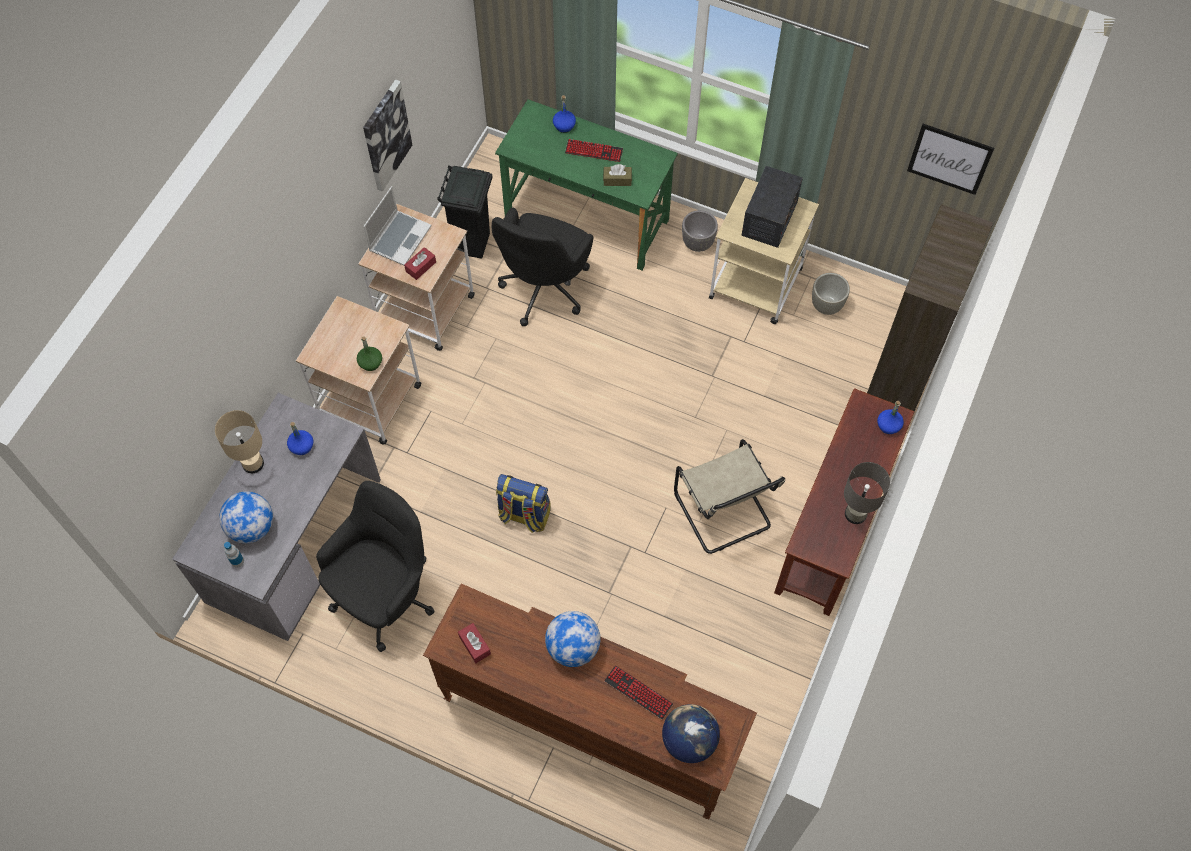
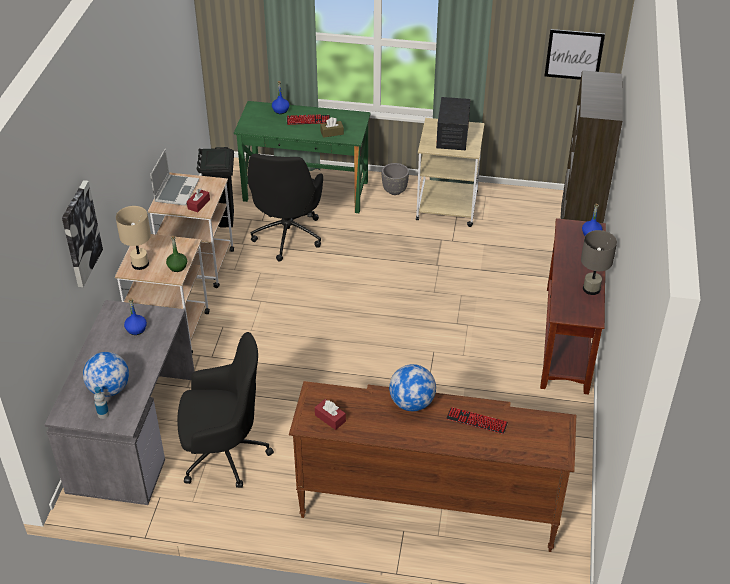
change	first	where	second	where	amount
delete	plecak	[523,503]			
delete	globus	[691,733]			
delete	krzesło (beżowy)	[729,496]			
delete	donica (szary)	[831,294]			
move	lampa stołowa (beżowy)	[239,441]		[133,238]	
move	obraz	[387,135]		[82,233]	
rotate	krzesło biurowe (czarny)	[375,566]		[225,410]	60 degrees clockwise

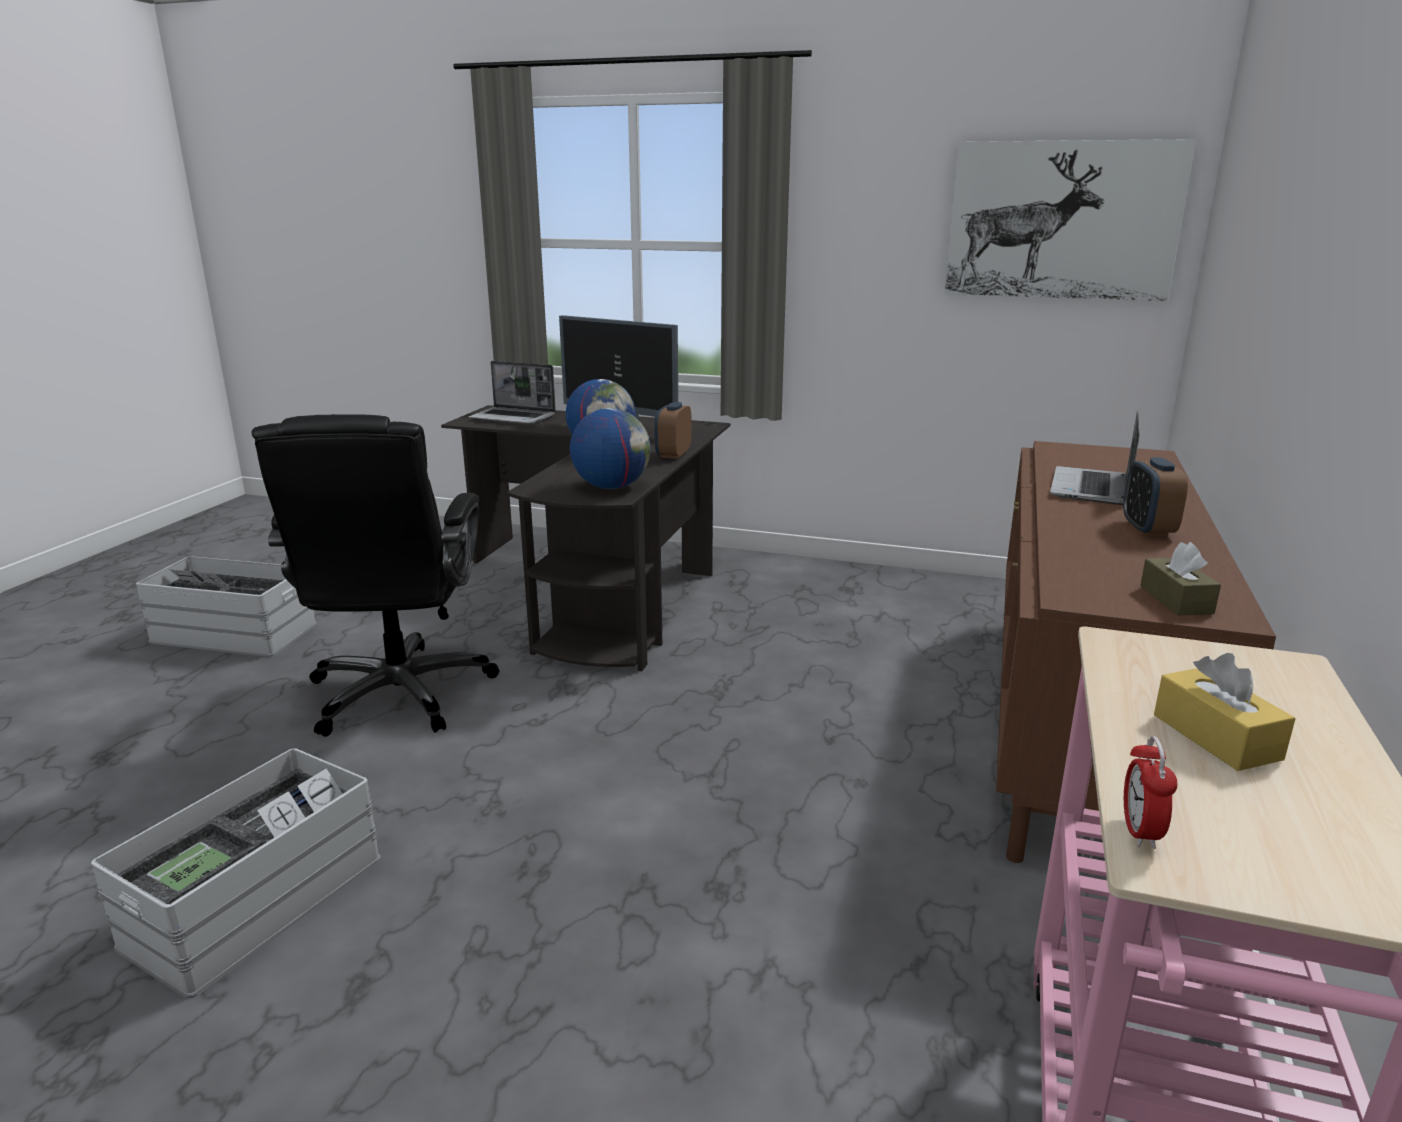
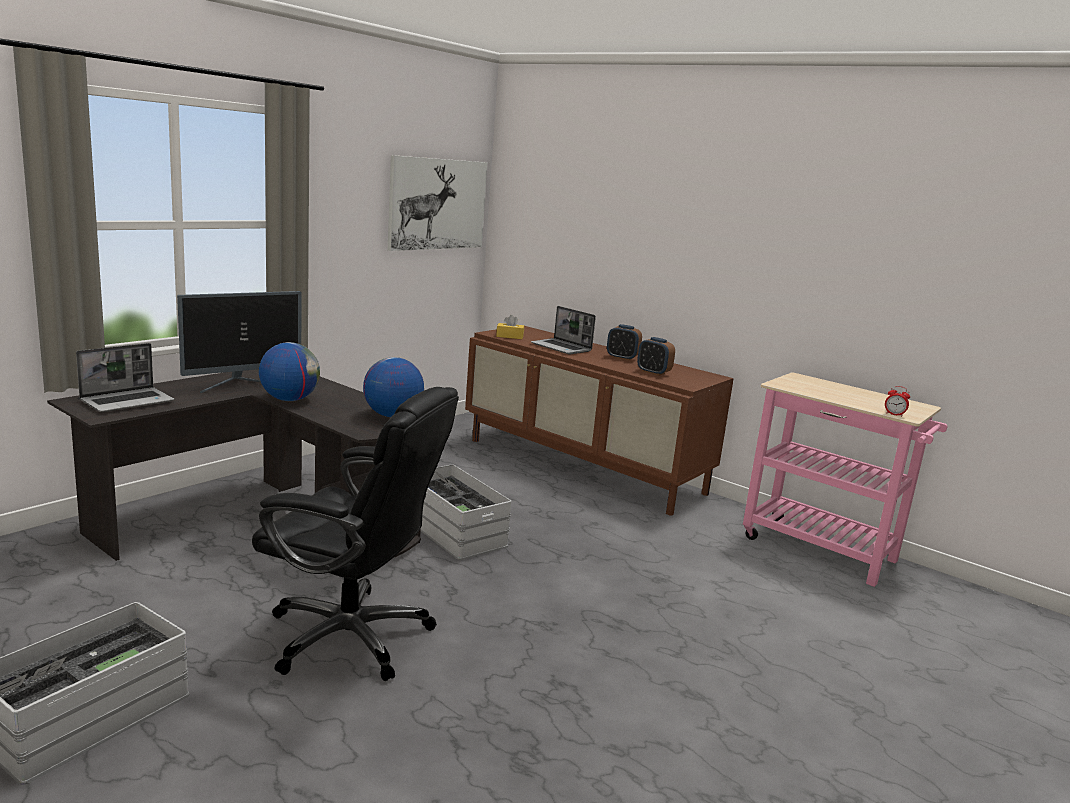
change	first	where	second	where	amount
delete	pudełko chusteczek (brązowy)	[1180,579]			
move	pojemnik do przechowywania (szary)	[236,873]		[466,512]	
move	budzik	[673,430]		[656,356]	
move	pudełko chusteczek (żółty)	[1224,712]		[510,327]	

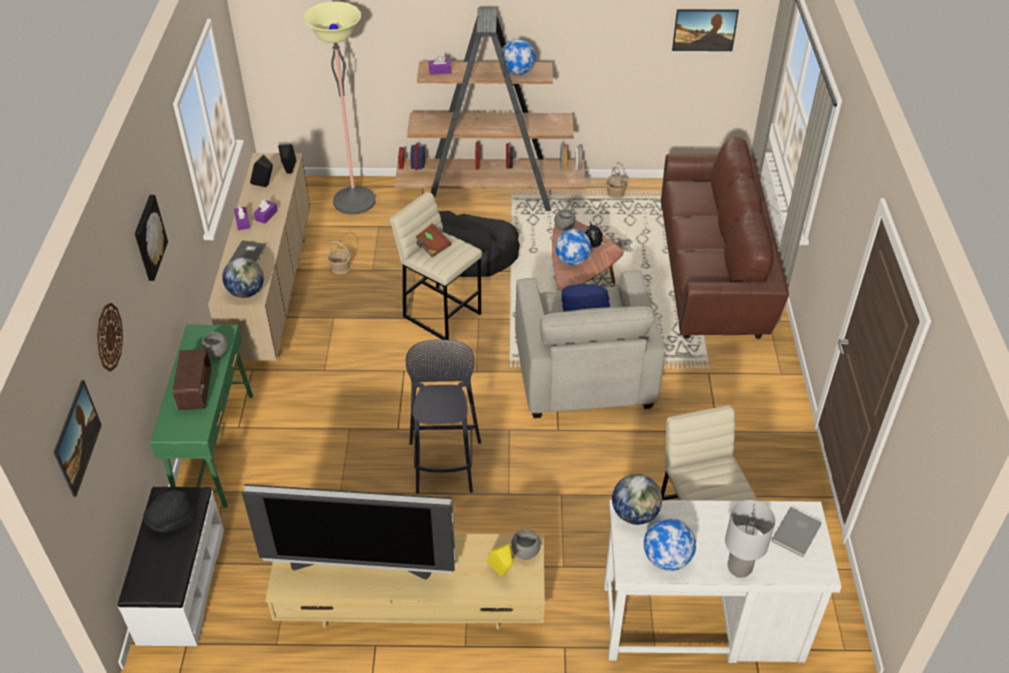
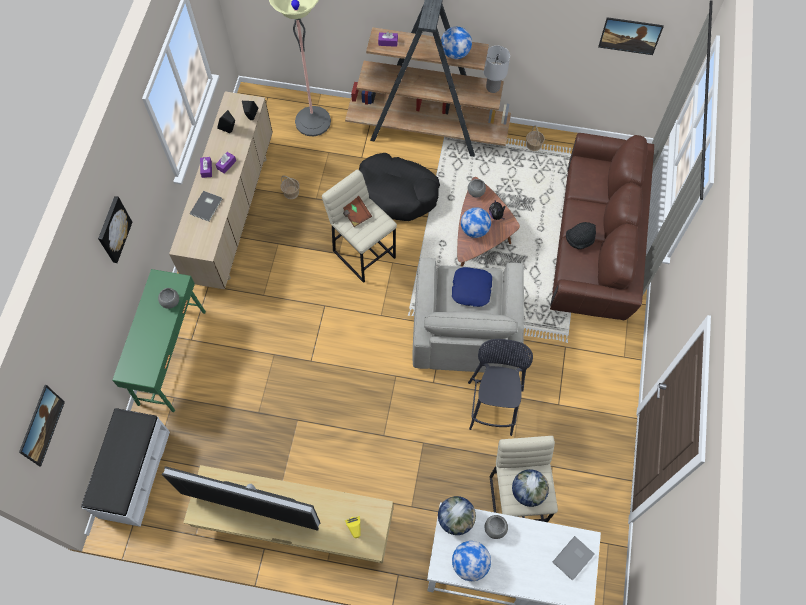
change	first	where	second	where	amount
delete	zegar ścienny	[110,337]			
delete	radio	[192,379]			
move	kapelusz (czarny)	[169,511]		[581,235]	
move	globus	[243,277]		[530,488]	
move	stołek (szary)	[443,417]		[500,387]	
move	miska (szary)	[526,544]		[496,527]	
move	lampa stołowa (szary)	[750,539]		[496,69]	

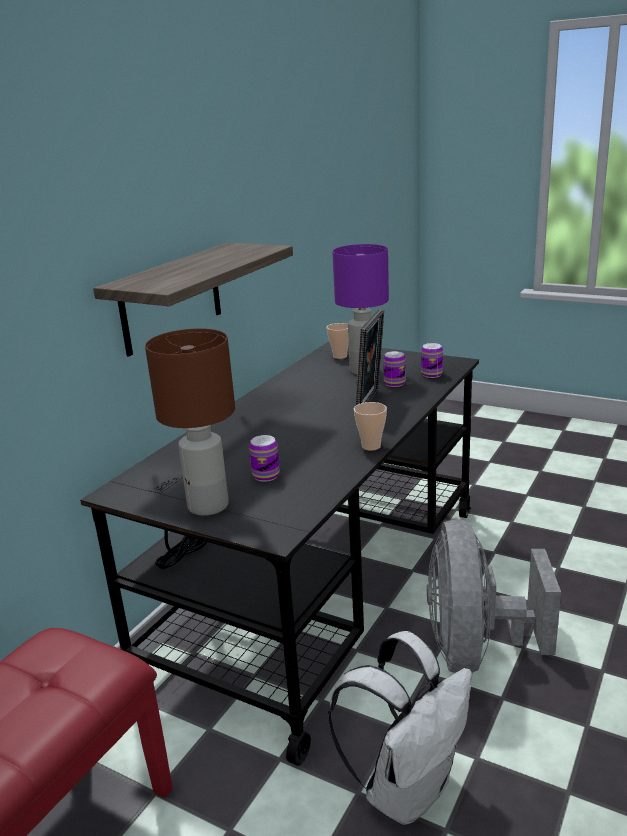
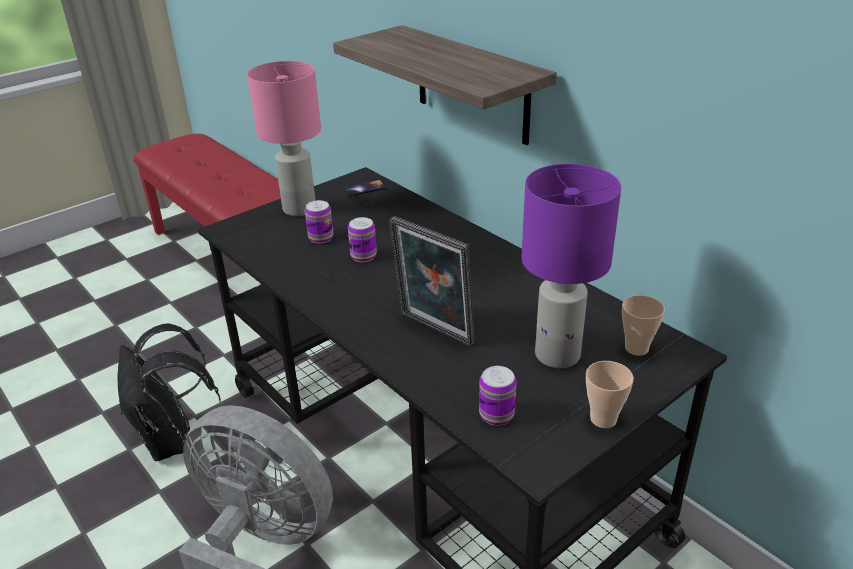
change	first	where	second	where	amount
insert			telefon	[364,188]	
move	filiżanka	[370,426]		[610,394]	
move	puszka	[394,369]		[362,239]	
recolor	lampa stołowa (brązowy)	[190,422]	lampa stołowa (różowy)	[284,138]	
recolor	plecak (biały)	[400,728]	plecak (czarny)	[169,392]	

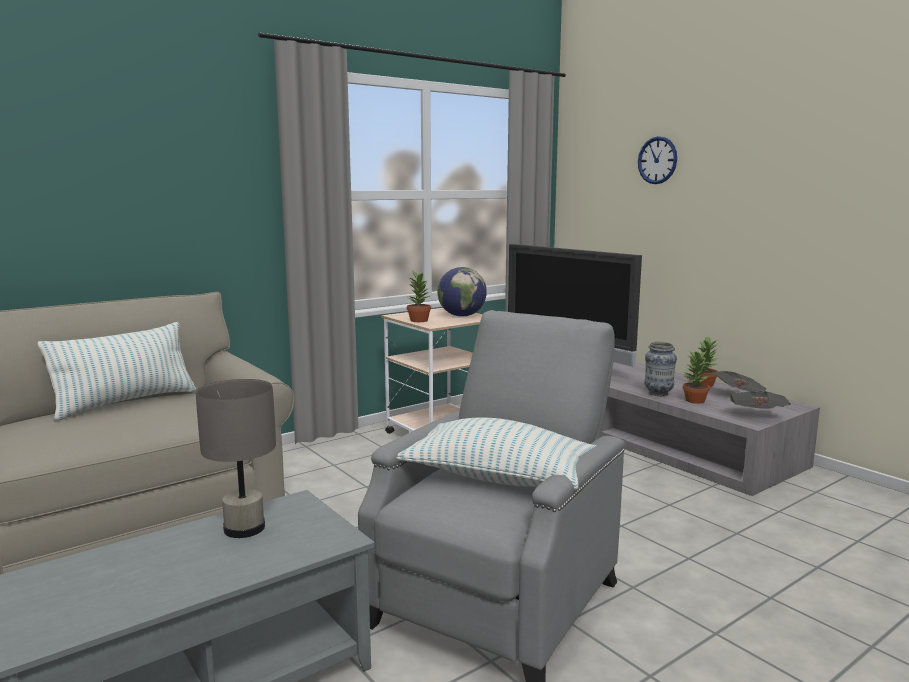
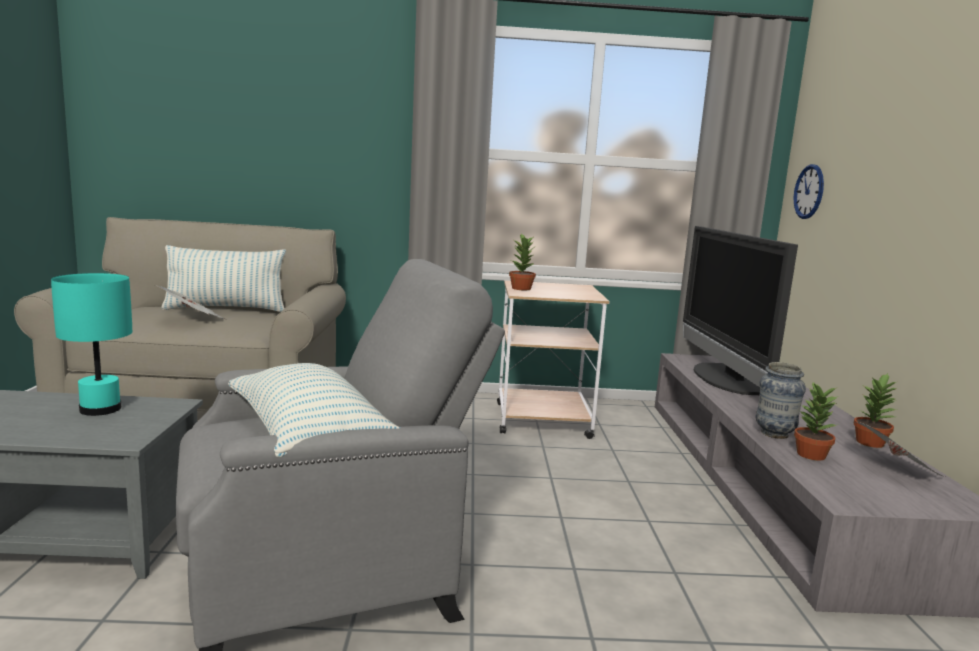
change	first	where	second	where	amount
delete	globus	[462,292]			
move	zegar ścienny	[657,160]		[808,191]	
move	gazeta	[759,400]		[190,302]	
recolor	lampa stołowa (szary)	[236,458]	lampa stołowa (turkusowy)	[91,344]	

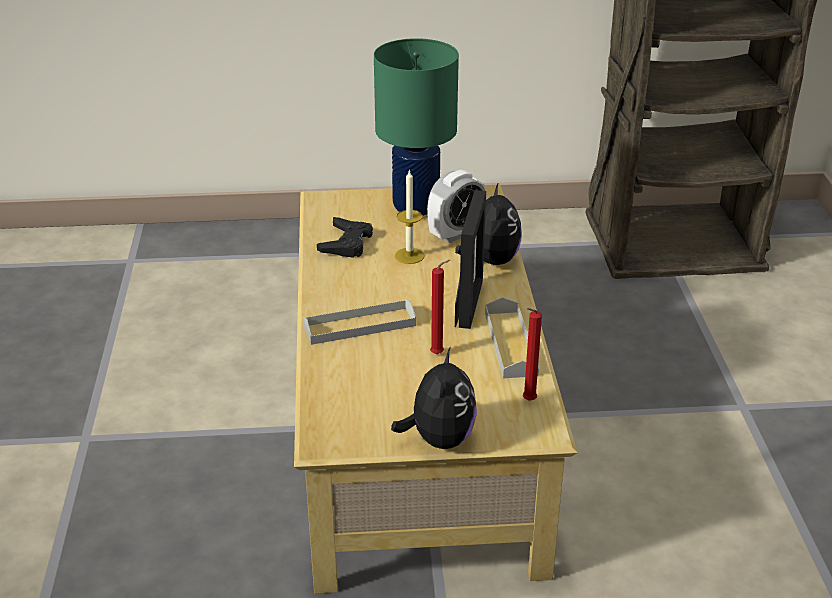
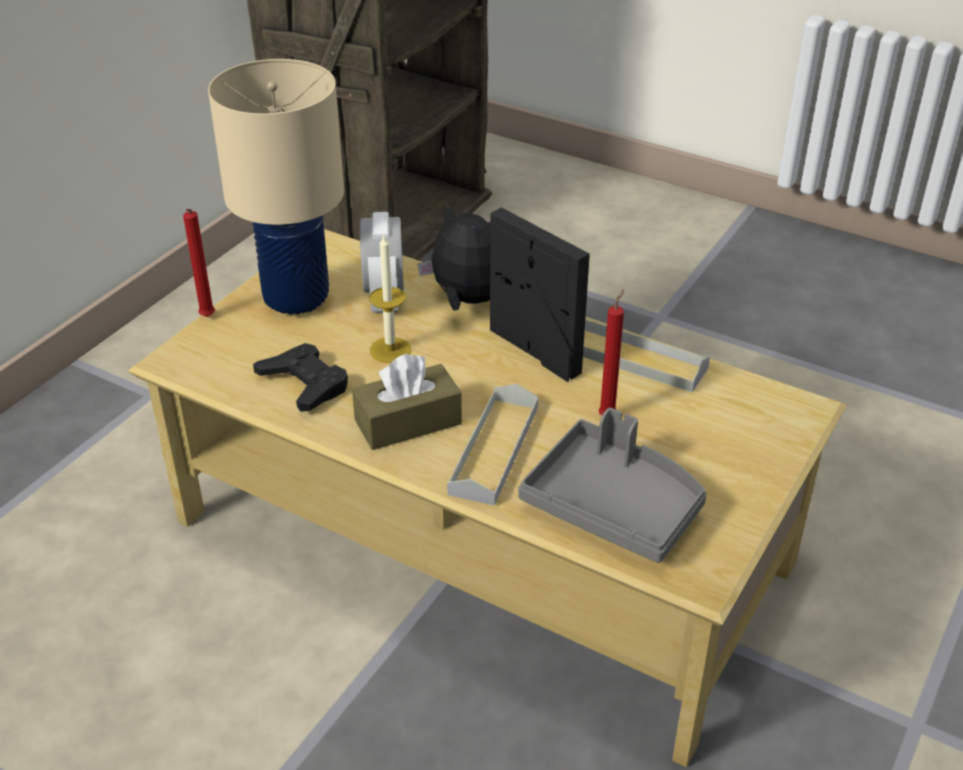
change	first	where	second	where	amount
delete	pluszak	[434,397]			
insert			pudełko chusteczek (brązowy)	[407,402]	
insert			taca (szary)	[612,485]	
move	świeca (czerwony)	[532,354]		[199,263]	
recolor	lampa stołowa (zielony)	[416,127]	lampa stołowa (beżowy)	[276,187]	

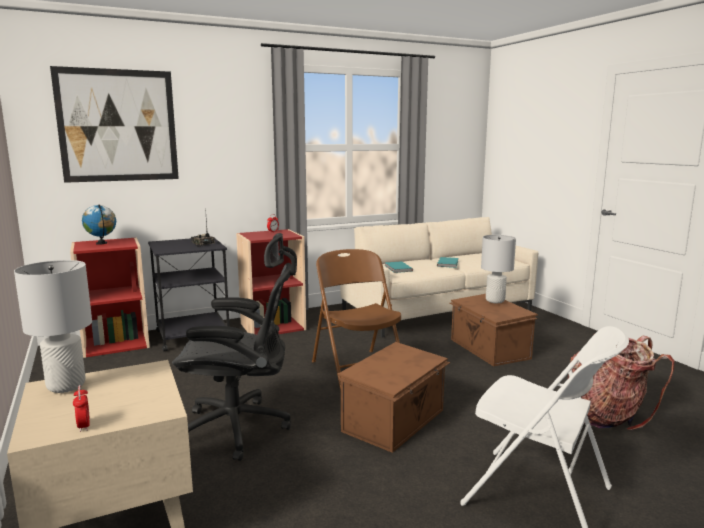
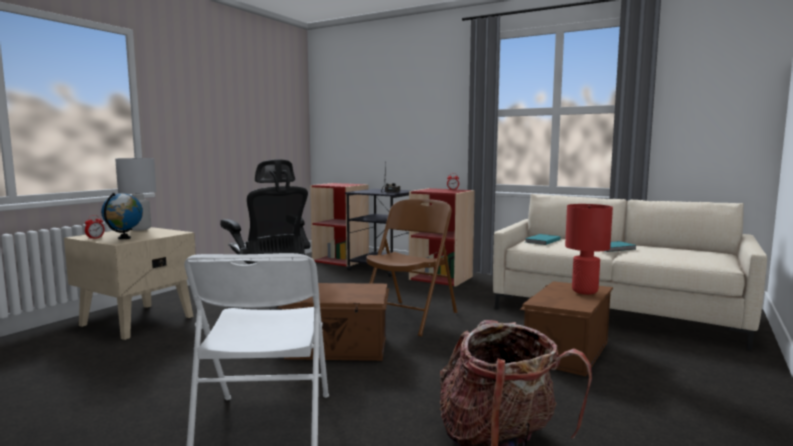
change	first	where	second	where	amount
delete	obraz	[114,124]			
move	globus	[99,225]		[122,216]	
recolor	lampa stołowa (szary)	[498,269]	lampa stołowa (czerwony)	[589,249]	

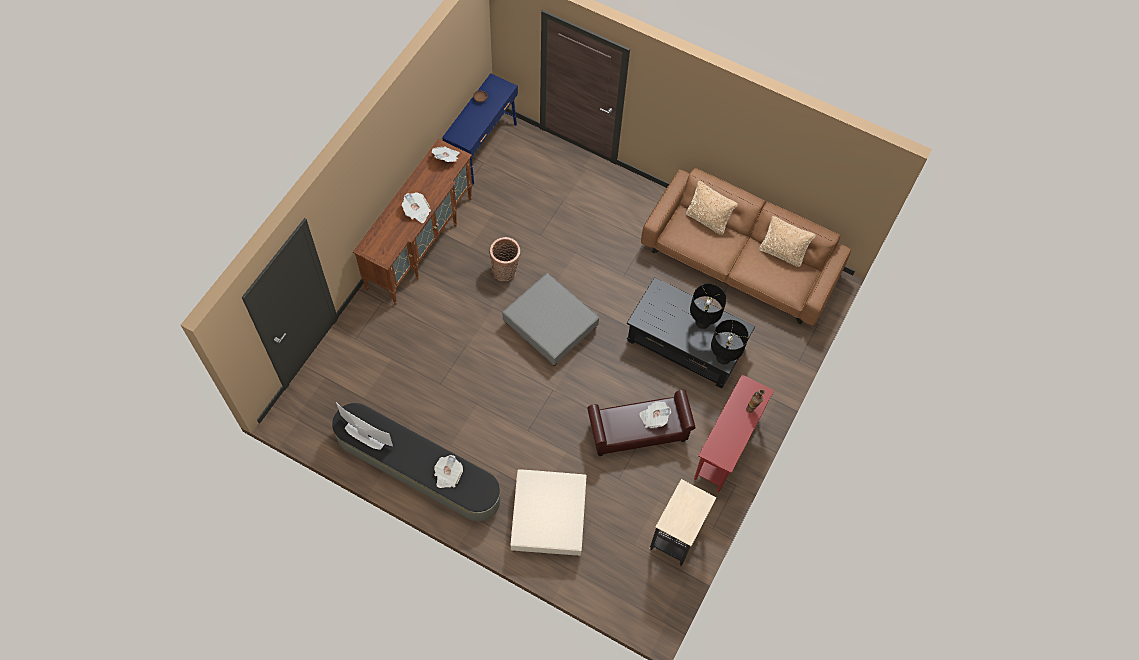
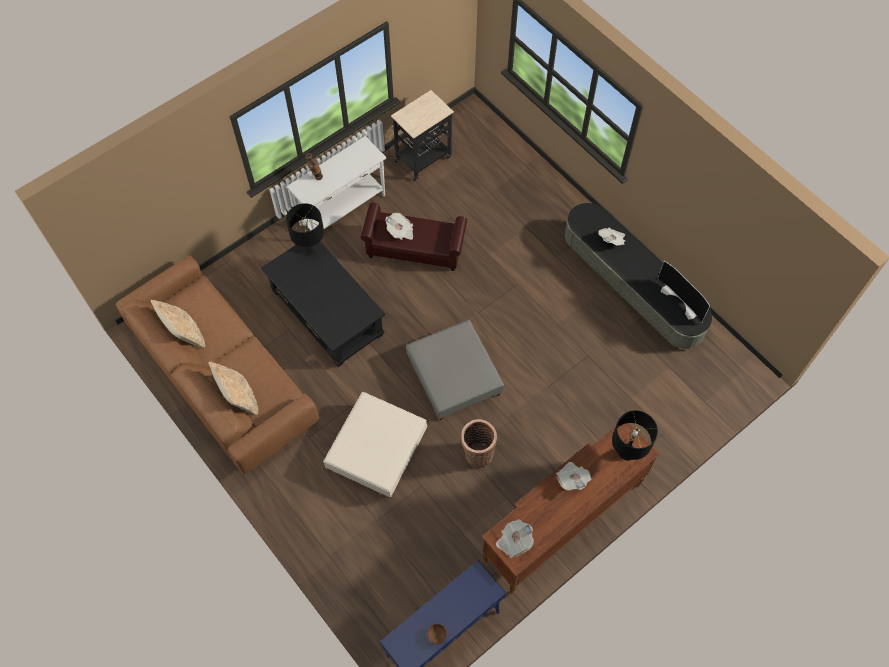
change	first	where	second	where	amount
move	pufa (beżowy)	[549,512]		[375,445]	
move	lampa stołowa (czarny)	[708,306]		[635,435]	
recolor	stolik konsolowy (czerwony)	[734,433]	stolik konsolowy (biały)	[337,183]	

